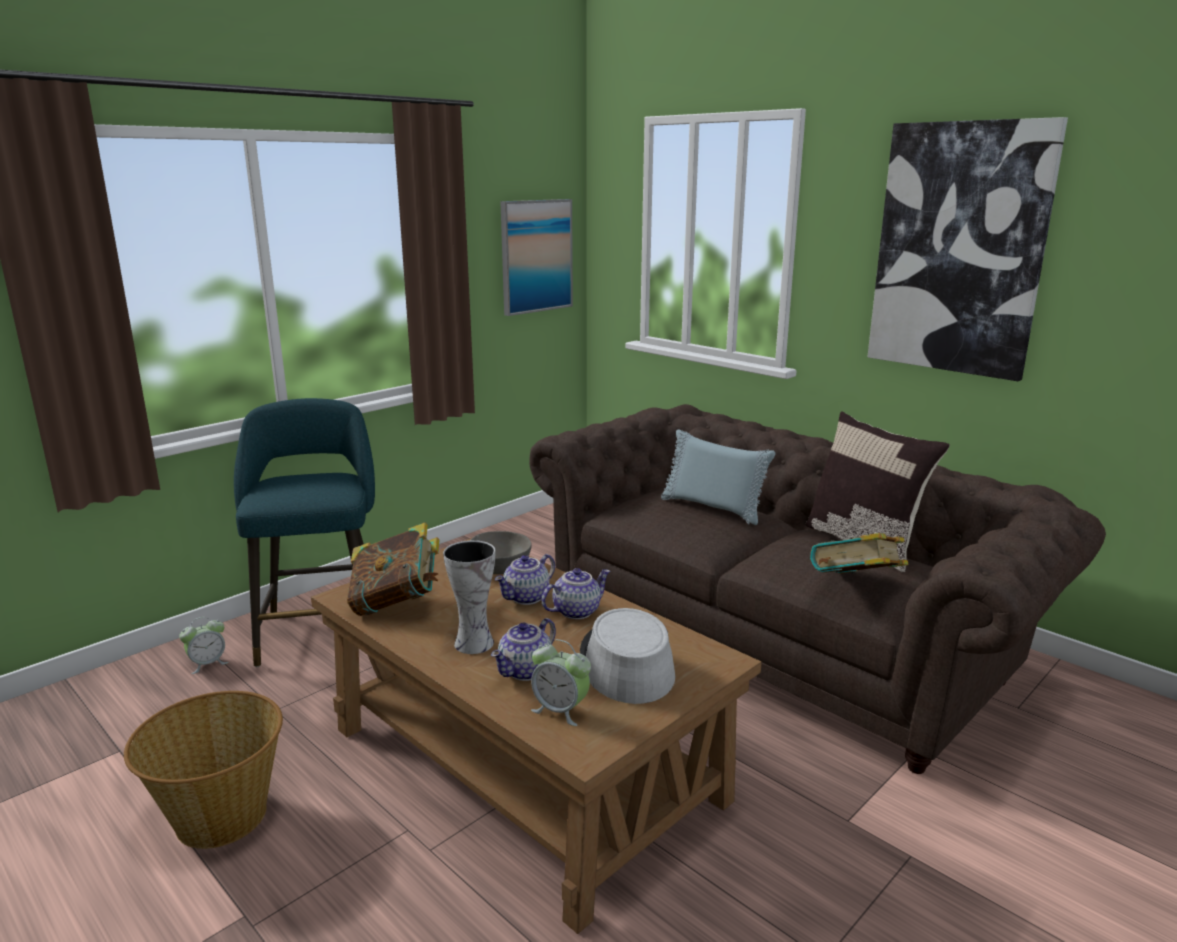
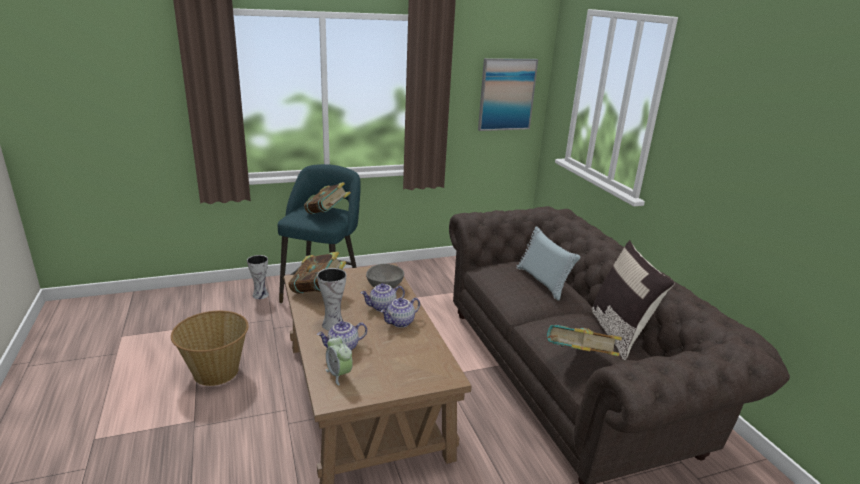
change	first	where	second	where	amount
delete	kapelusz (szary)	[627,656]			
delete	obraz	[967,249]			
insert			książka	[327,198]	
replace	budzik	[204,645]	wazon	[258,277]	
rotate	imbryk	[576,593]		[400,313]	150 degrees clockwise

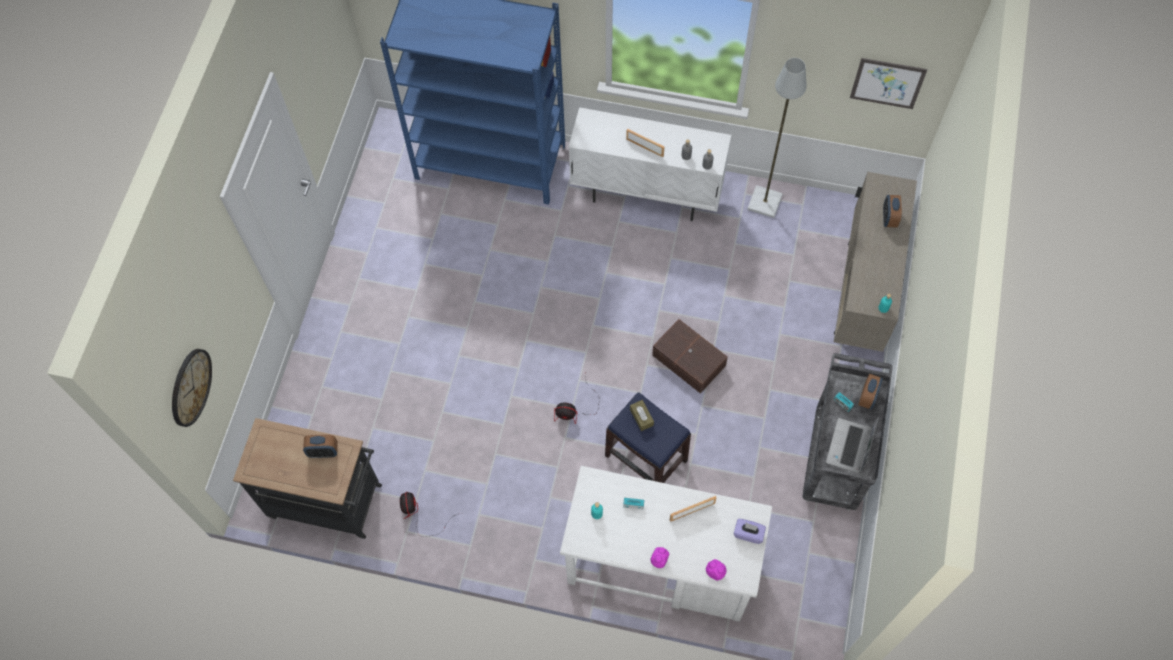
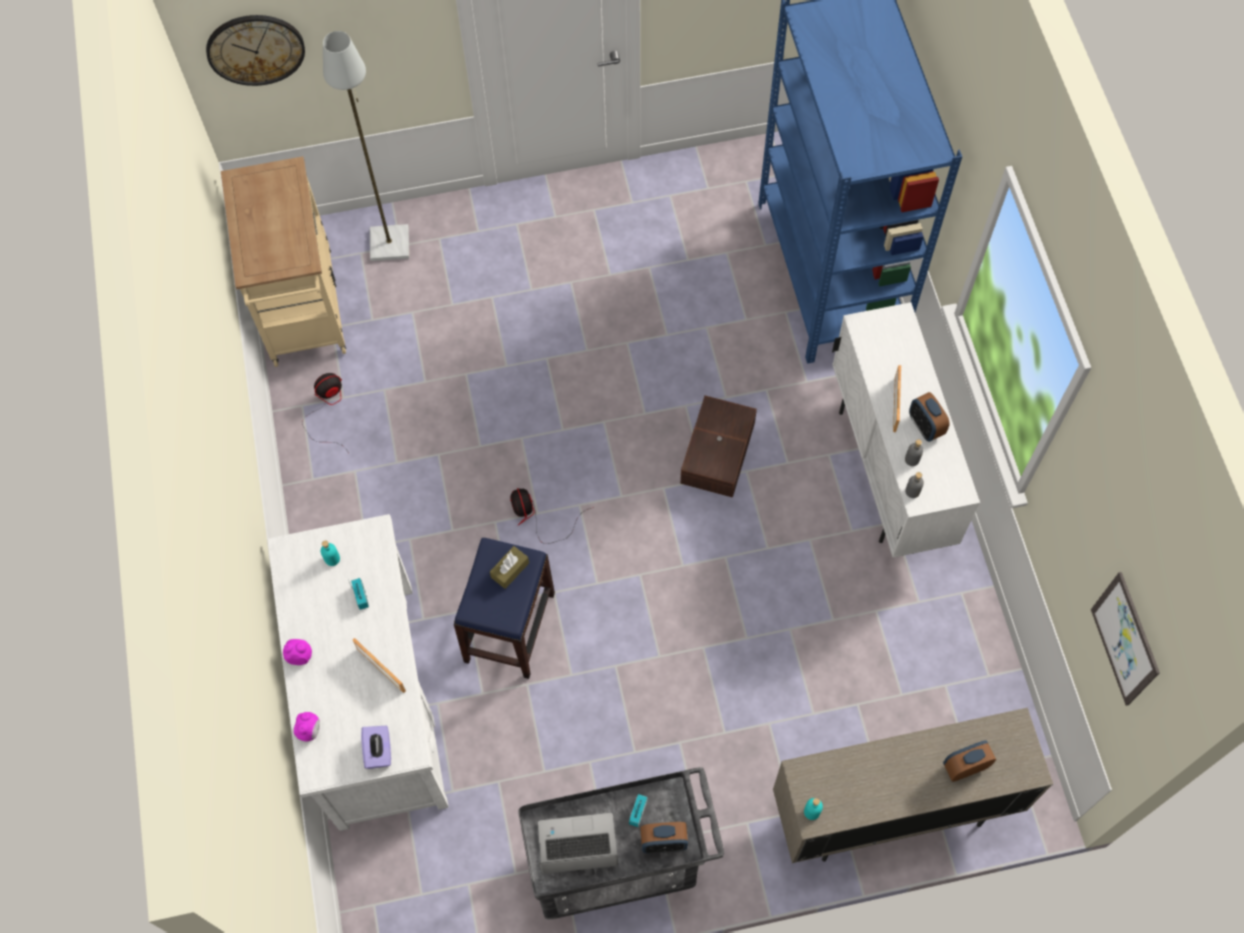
change	first	where	second	where	amount
move	budzik	[320,446]		[929,417]	
move	pojemnik do przechowywania (brązowy)	[690,356]		[718,446]	
move	lampa stojąca (szary)	[776,138]		[366,146]	
recolor	wózek (czarny)	[307,478]	wózek (beżowy)	[283,261]	

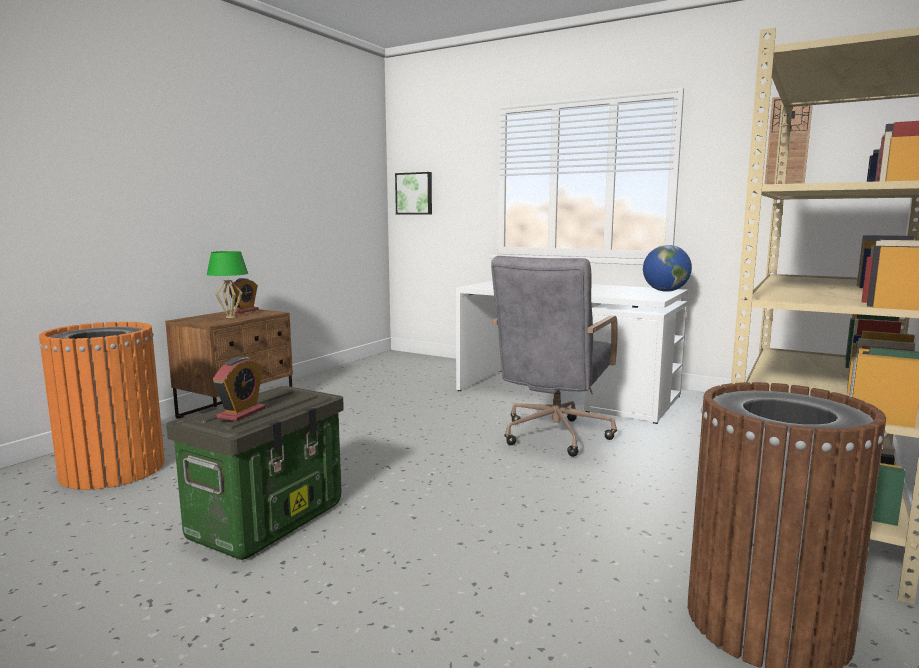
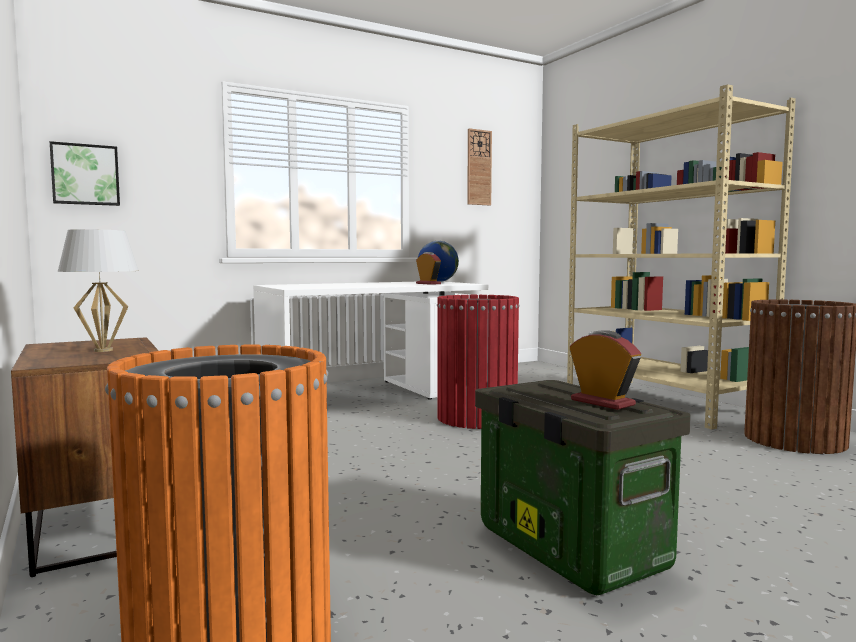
change	first	where	second	where	amount
move	budzik	[244,295]		[428,268]	
replace	krzesło biurowe (szary)	[554,356]	kosz na śmieci (czerwony)	[478,362]	
recolor	lampa stołowa (zielony)	[227,284]	lampa stołowa (biały)	[98,290]	

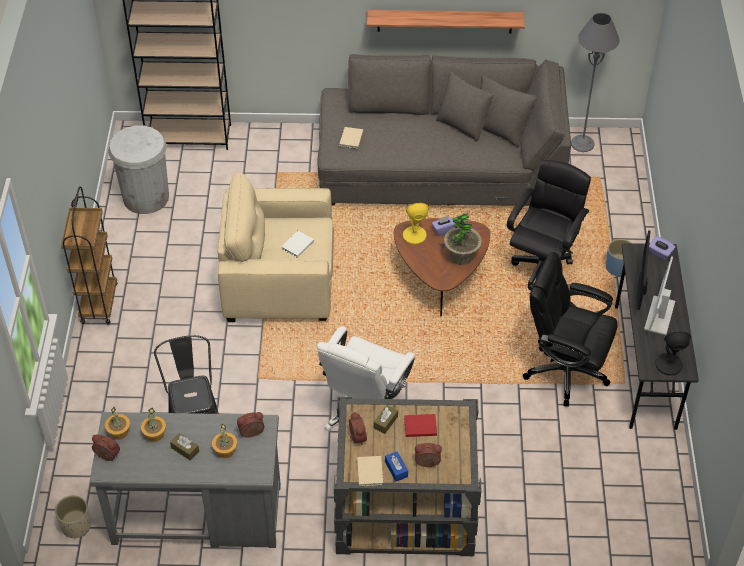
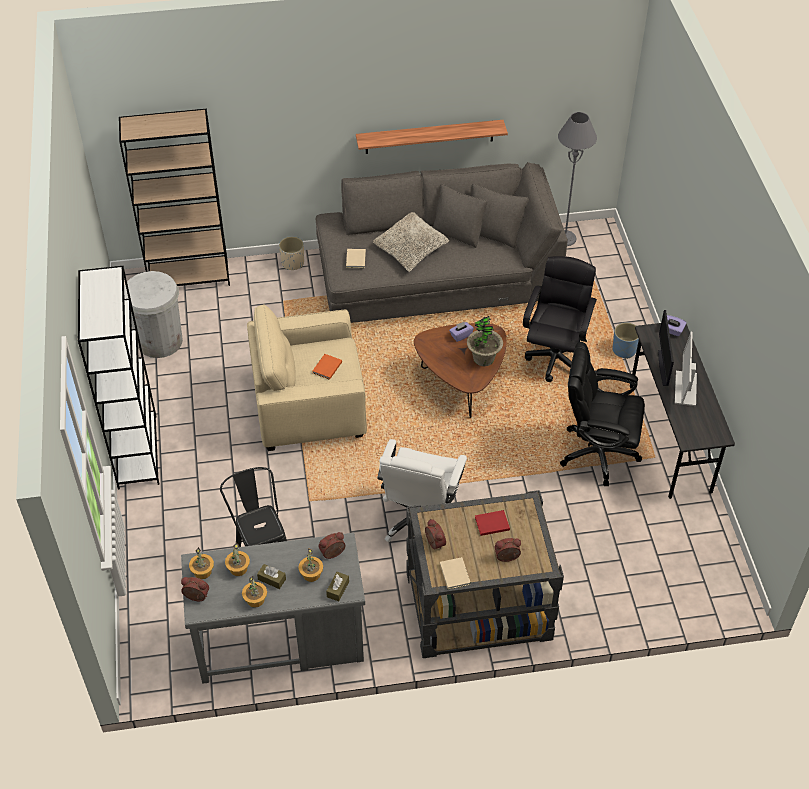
change	first	where	second	where	amount
delete	pudełko chusteczek (niebieski)	[396,466]			
delete	lampa stołowa (żółty)	[416,224]			
delete	lampa stołowa (czarny)	[673,353]			
insert			roślina doniczkowa	[254,592]	
insert			poduszka (beżowy)	[411,242]	
move	donica (beżowy)	[73,516]		[291,253]	
move	pudełko chusteczek (brązowy)	[386,419]		[337,586]	
replace	wózek (brązowy)	[89,255]	regał (biały)	[119,378]	
recolor	książka (biały)	[297,244]	książka (pomarańczowy)	[327,367]	

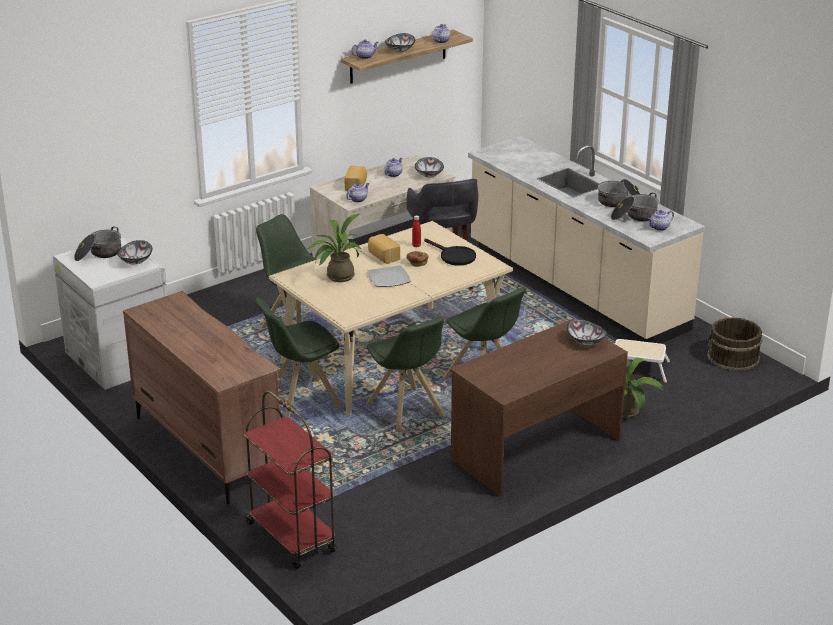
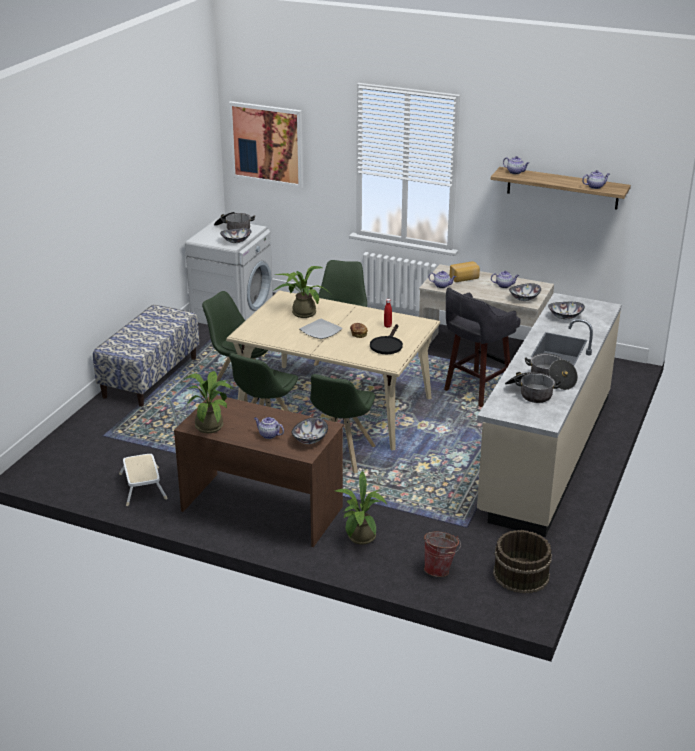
change	first	where	second	where	amount
delete	wózek (czerwony)	[290,480]			
delete	chleb	[384,249]			
insert			roślina doniczkowa	[209,402]	
insert			obraz	[265,144]	
insert			wiadro	[442,554]	
move	miska	[400,43]		[566,310]	
move	drabinka (beżowy)	[642,361]		[143,480]	
move	imbryk	[660,220]		[269,428]	
replace	komoda (brązowy)	[203,397]	ławka	[146,356]	

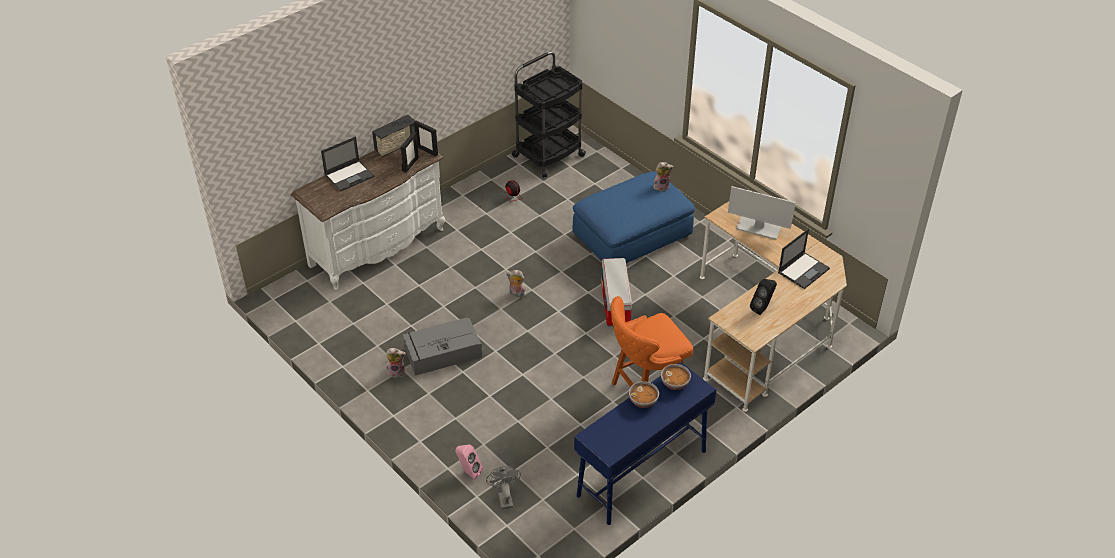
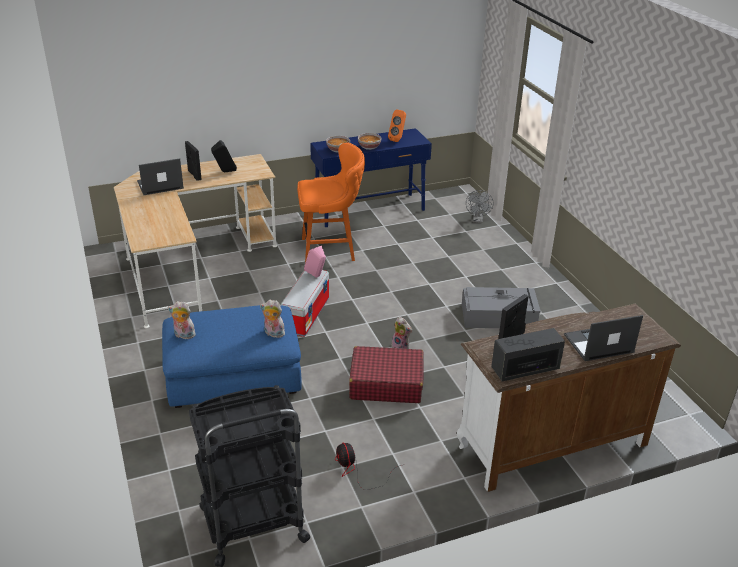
change	first	where	second	where	amount
delete	monitor	[762,213]			
insert			walizka (czerwony)	[386,374]	
insert			głośnik (pomarańczowy)	[397,126]	
move	pluszak	[396,363]		[273,319]	
move	ramka na zdjęcie	[426,138]		[193,161]	
move	głośnik (różowy)	[469,462]		[315,261]	

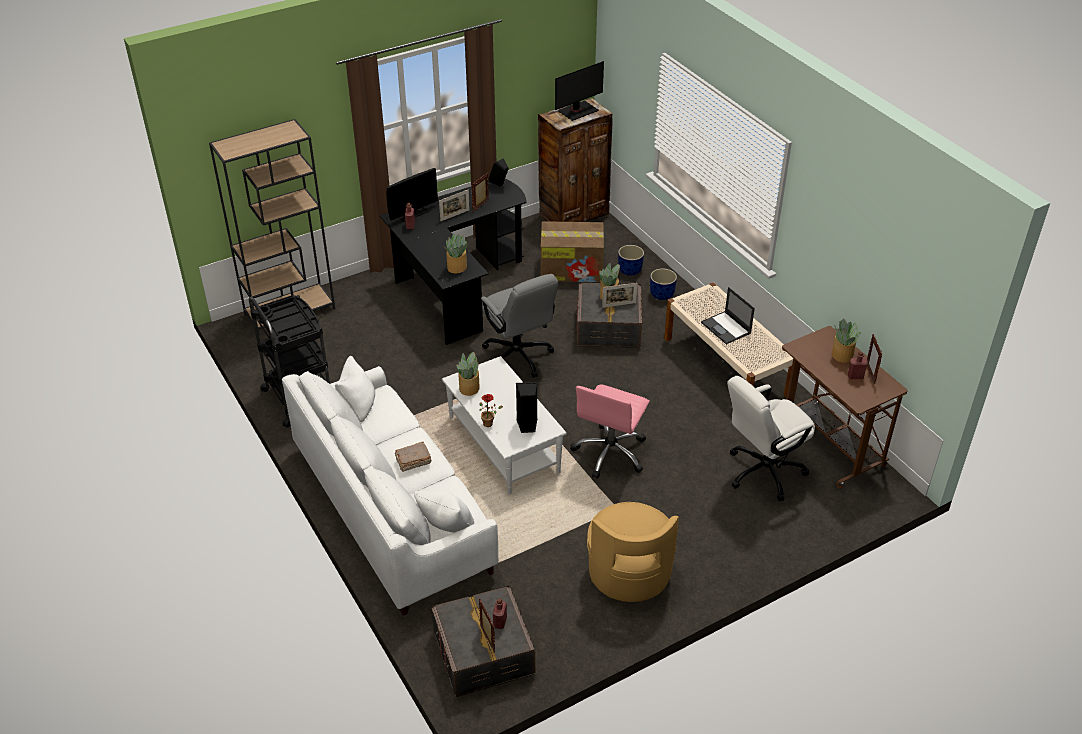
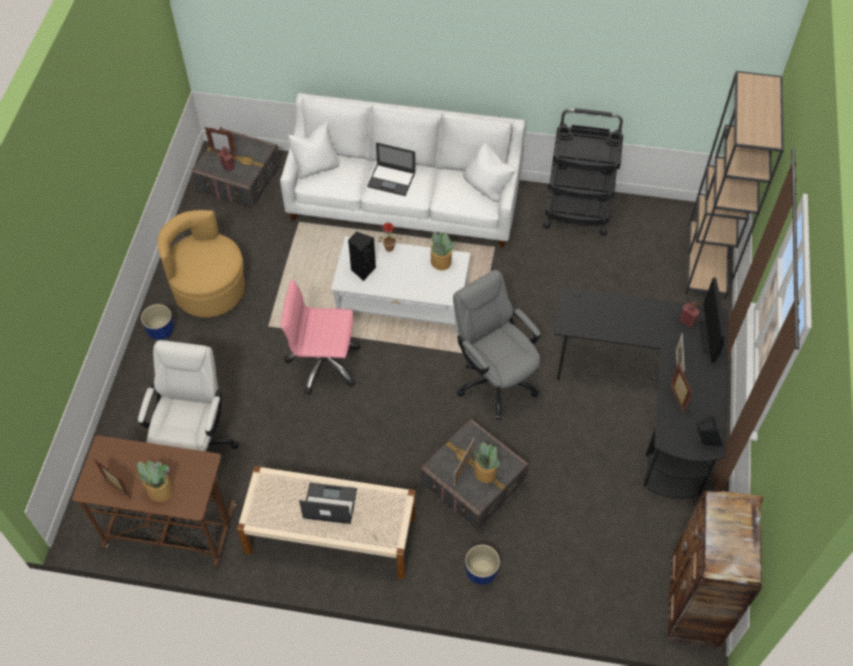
change	first	where	second	where	amount
delete	roślina doniczkowa	[455,253]			
delete	karton	[572,251]			
delete	monitor	[579,91]			
delete	butelka (czerwony)	[858,365]			
move	donica (niebieski)	[631,260]		[157,322]	
replace	książka (brązowy)	[413,457]	laptop	[391,169]	
rotate	krzesło biurowe (szary)	[519,326]		[497,345]	45 degrees clockwise
rotate	krzesło biurowe (różowy)	[610,431]		[321,337]	60 degrees counterclockwise

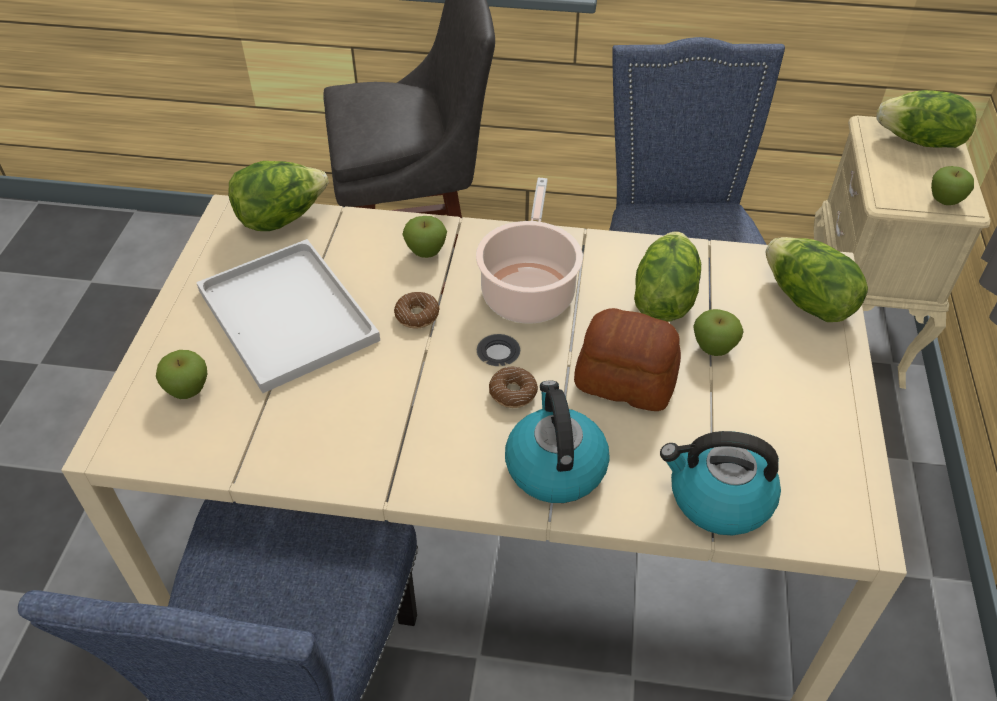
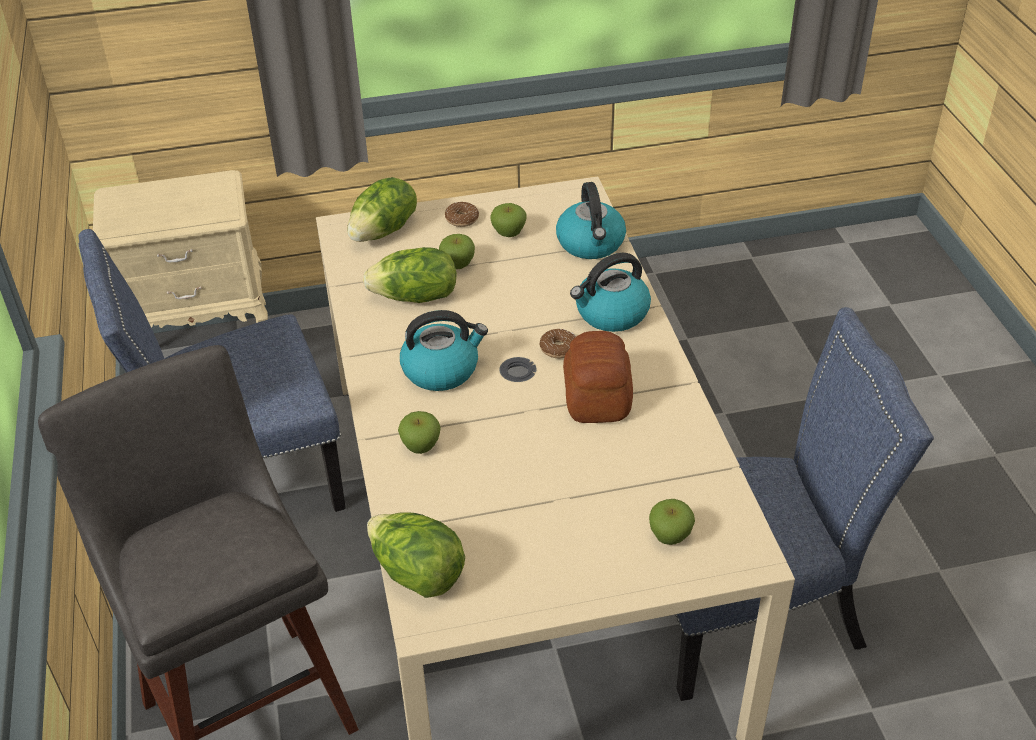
change	first	where	second	where	amount
delete	taca (biały)	[288,316]			
delete	sałata	[927,119]			
move	donut	[417,310]		[462,214]	
move	chleb	[627,359]		[598,377]	
move	jabłko	[952,185]		[508,220]	
replace	garnek	[529,251]	czajnik	[444,350]	

